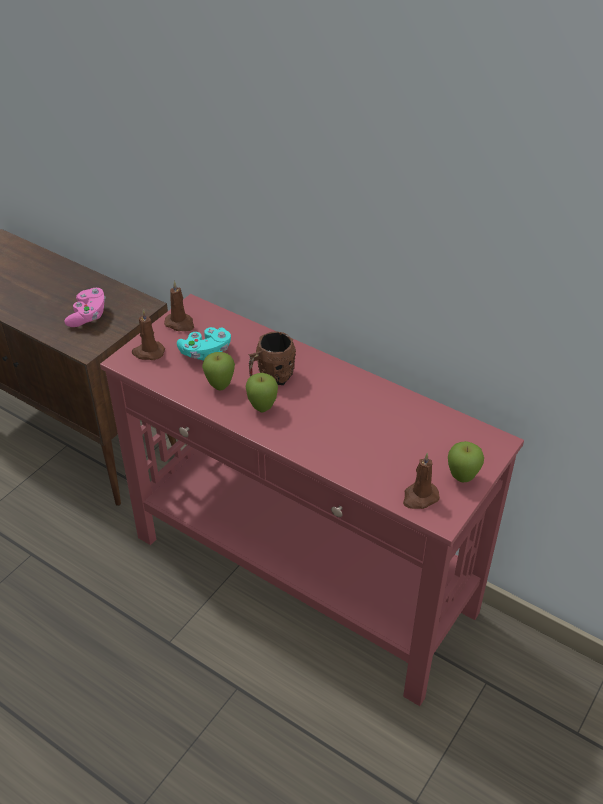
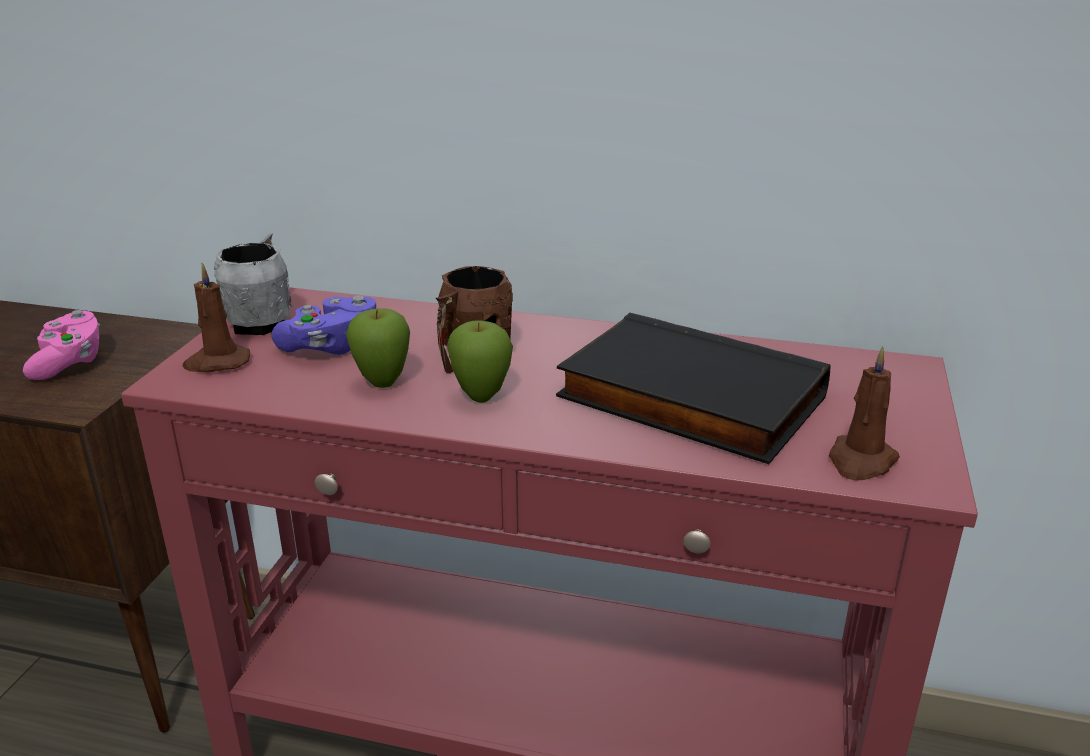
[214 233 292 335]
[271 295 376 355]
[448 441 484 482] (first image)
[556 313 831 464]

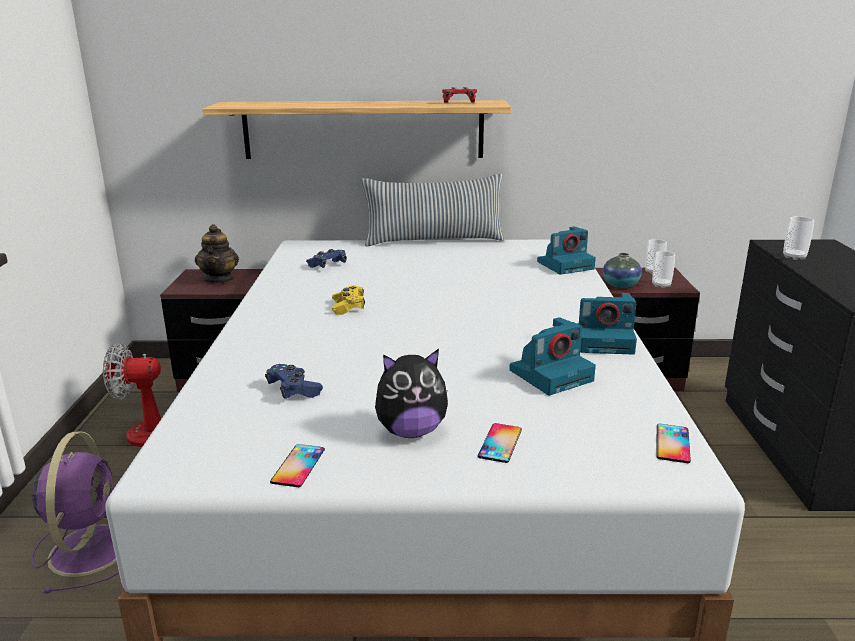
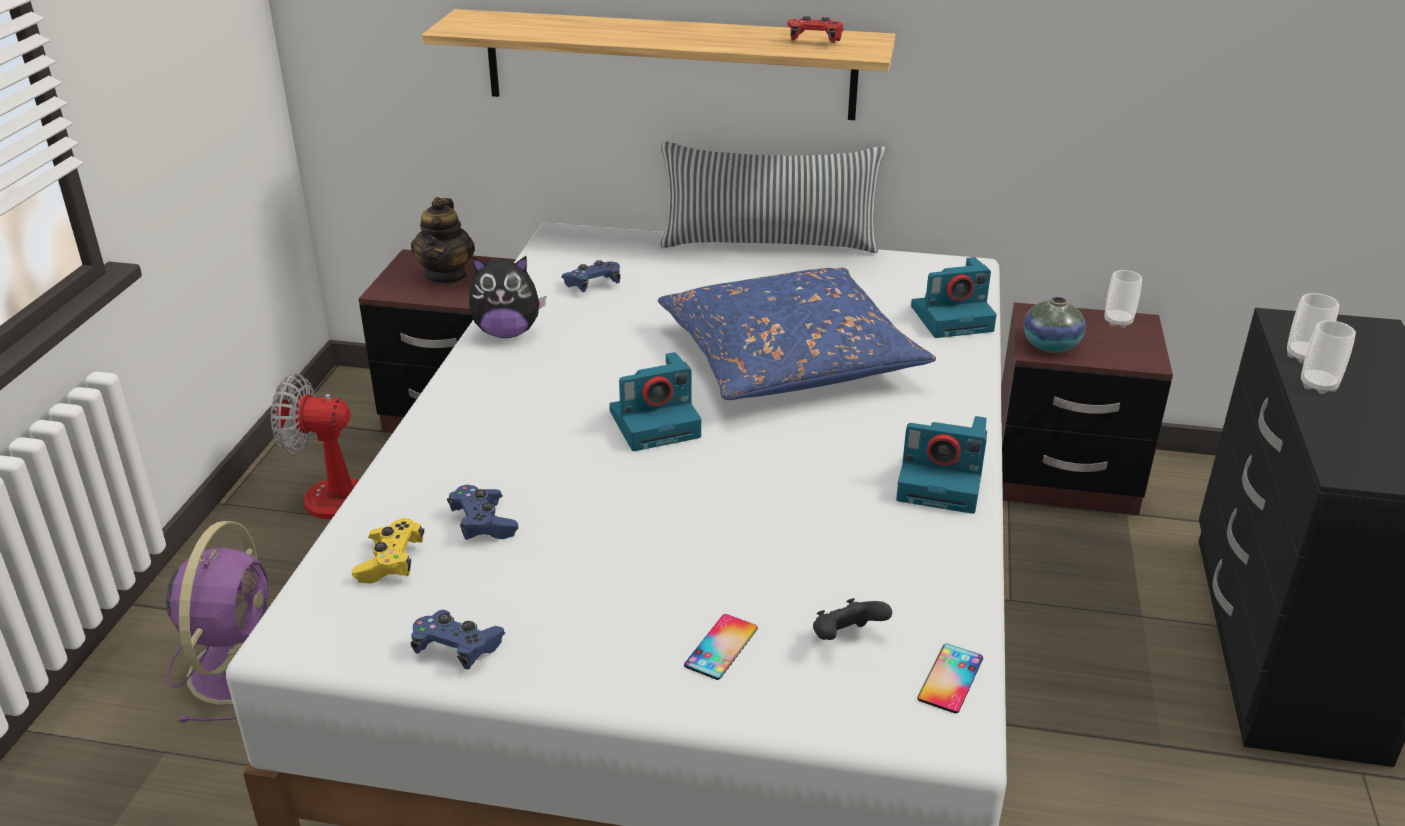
[1301 320 1356 394]
[352 518 424 583]
[609 352 701 451]
[469 256 546 338]
[411 610 505 669]
[658 268 936 400]
[813 598 892 640]

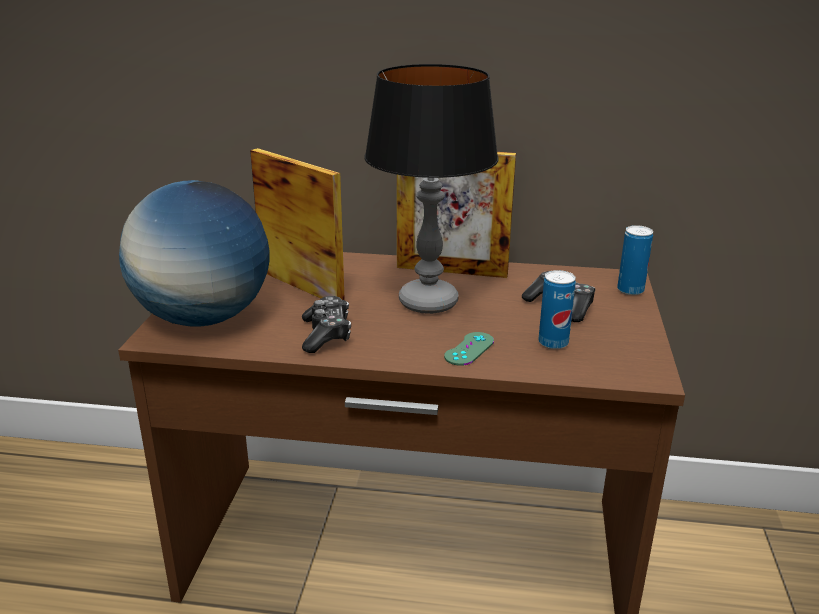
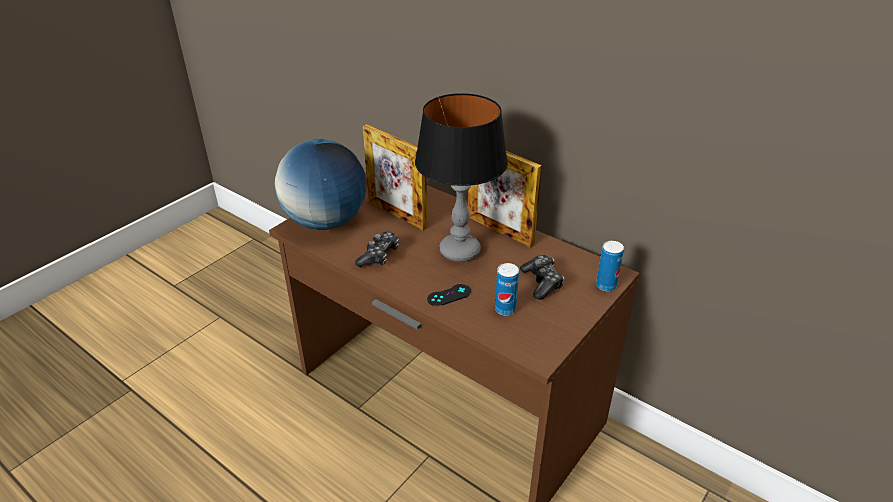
[362 124 427 231]
[427 284 471 306]

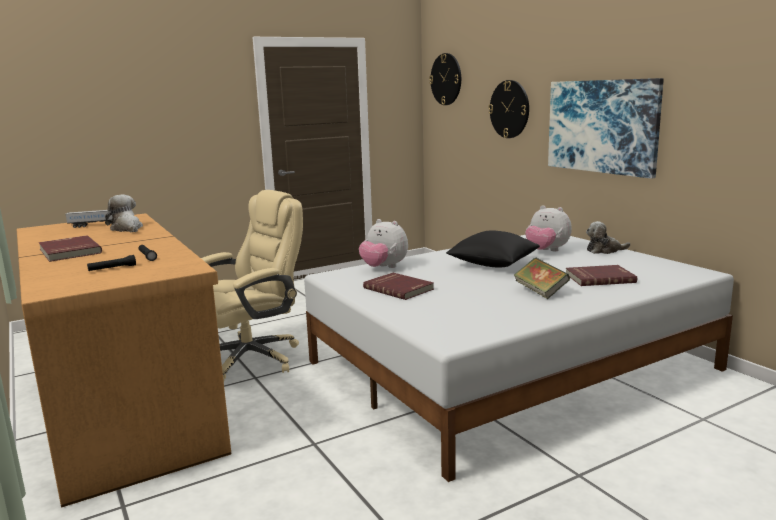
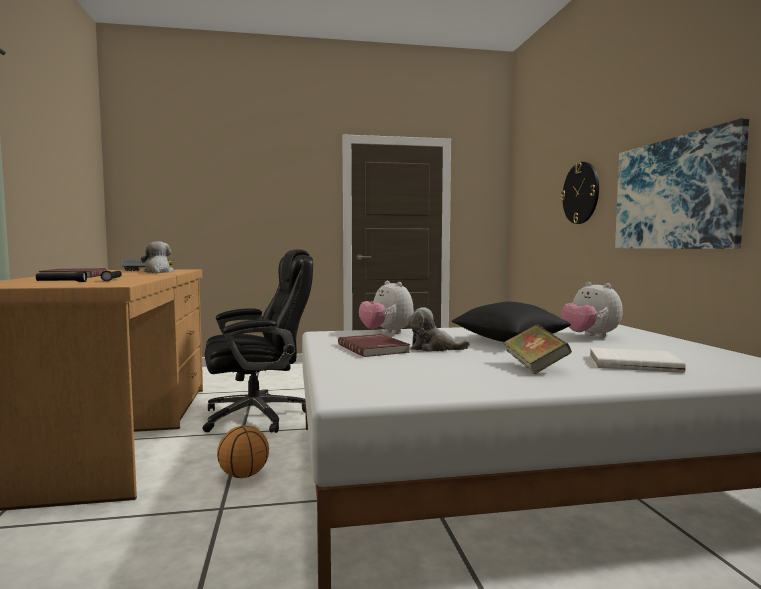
[429 53 461 105] (first image)
[203 249 313 433]
[408 307 470 352]
[590 348 686 373]
[217 426 269 478]

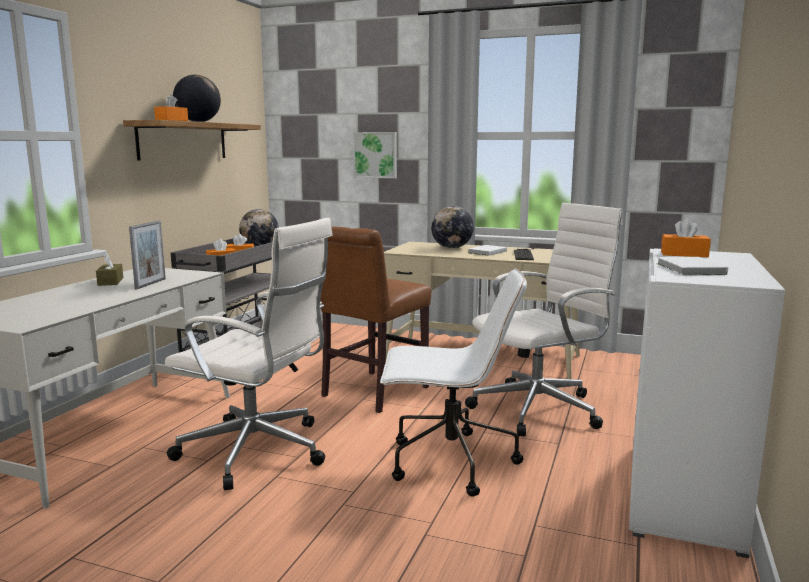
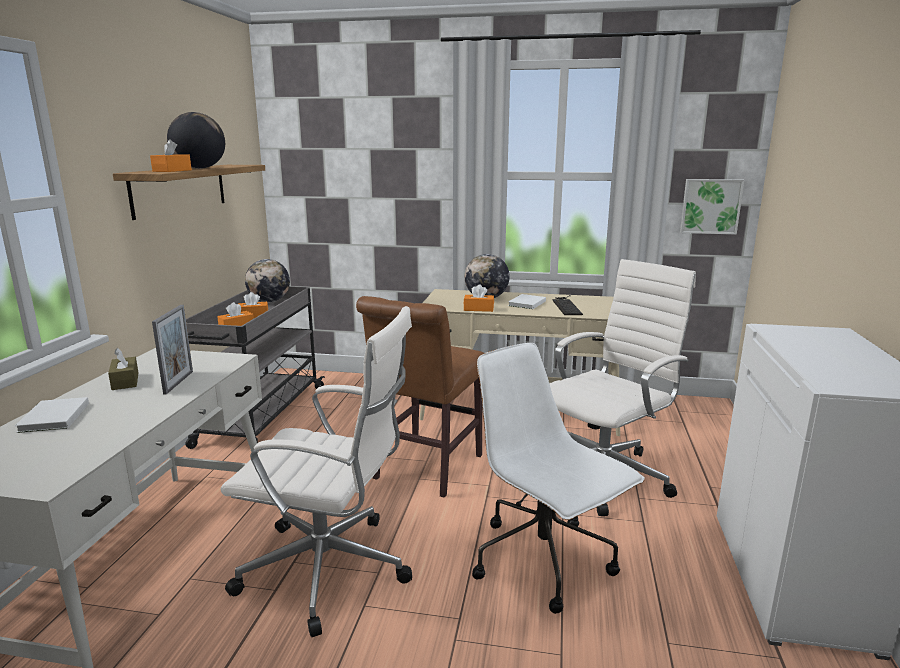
[680 179 744 235]
[464 285 494 312]
[15 397 89 433]
[472 343 645 614]

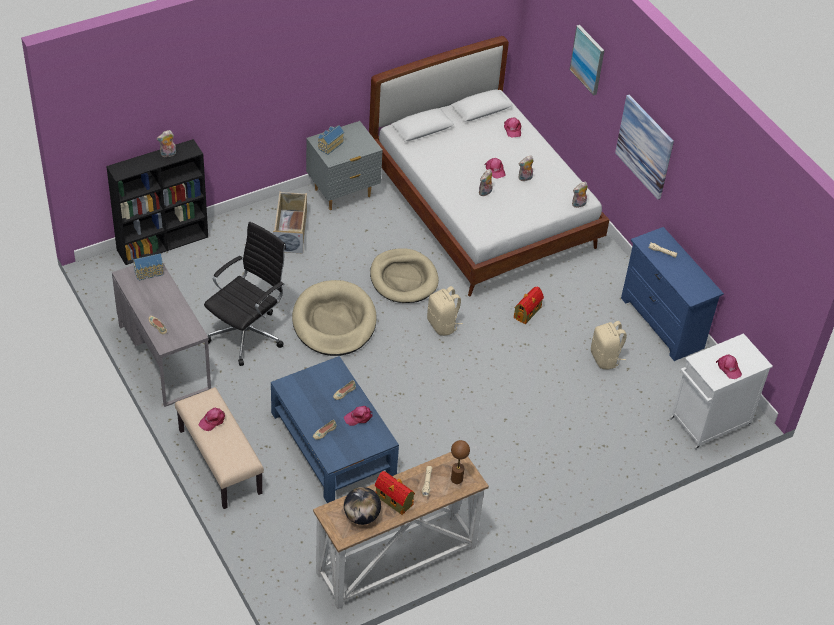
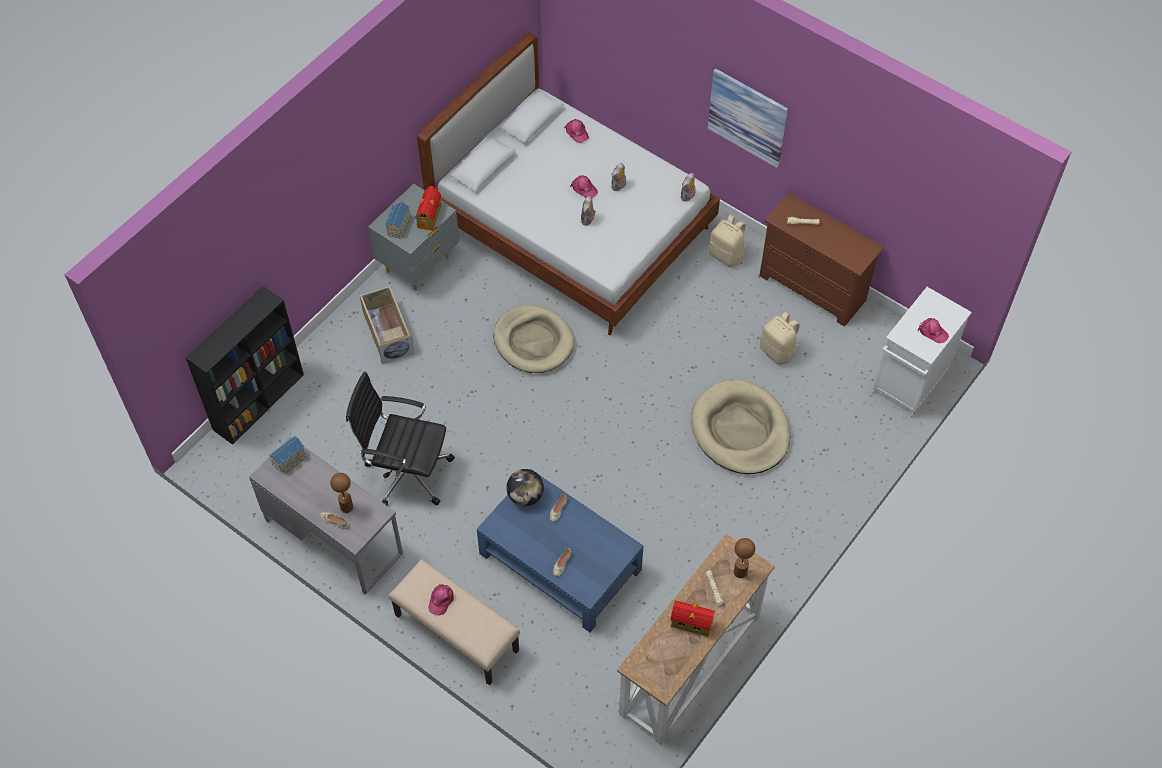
[569 25 605 96] (first image)
[156 130 176 158] (first image)
[346 372 455 506]
[759 193 884 327]
[691 379 790 474]
[709 215 746 267]
[415 186 441 231]
[344 406 373 426] (first image)
[506 469 544 506]
[330 473 353 513]

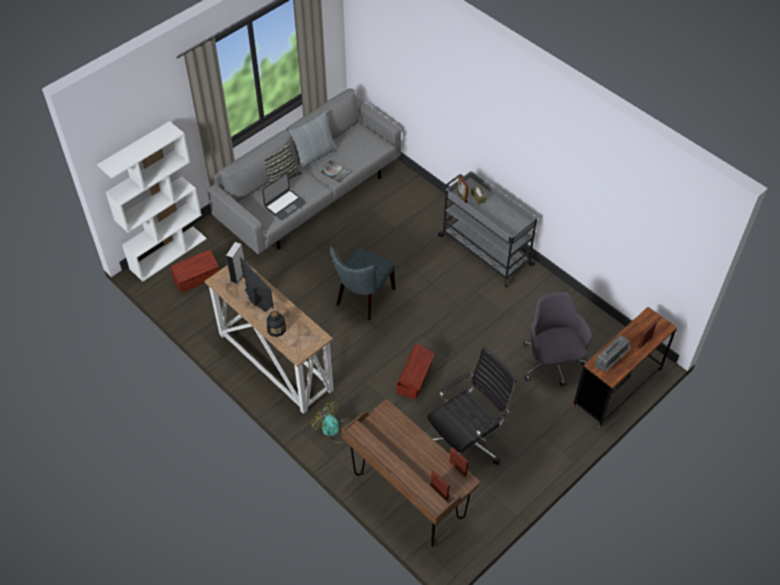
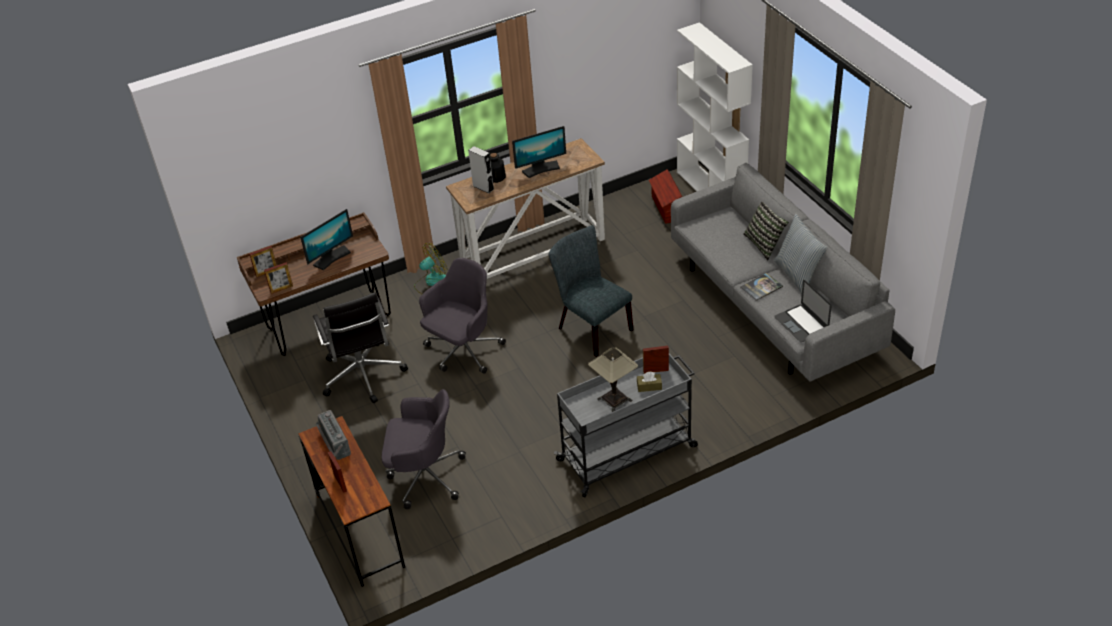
[774 280 832 342]
[468 146 494 193]
[419 258 506 374]
[300 209 353 270]
[588 347 638 412]

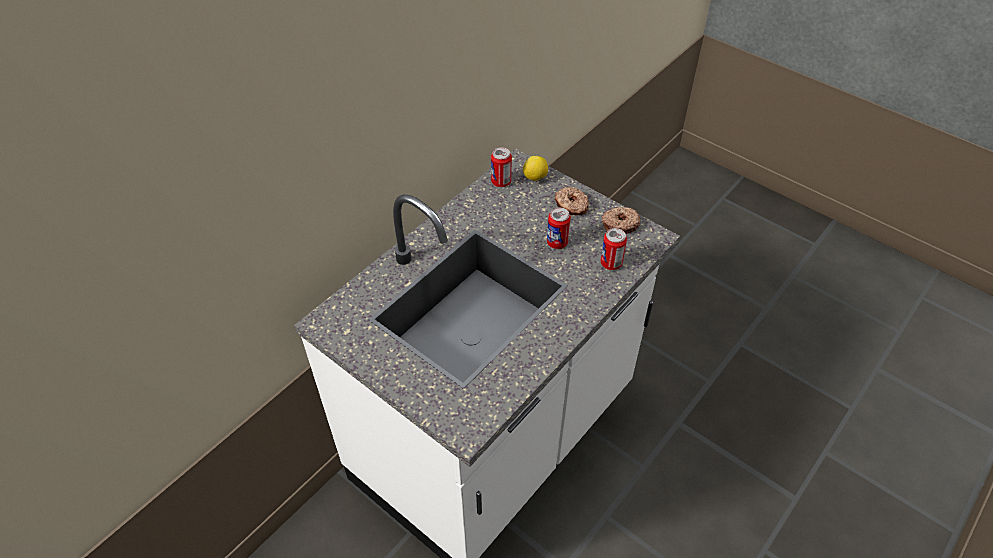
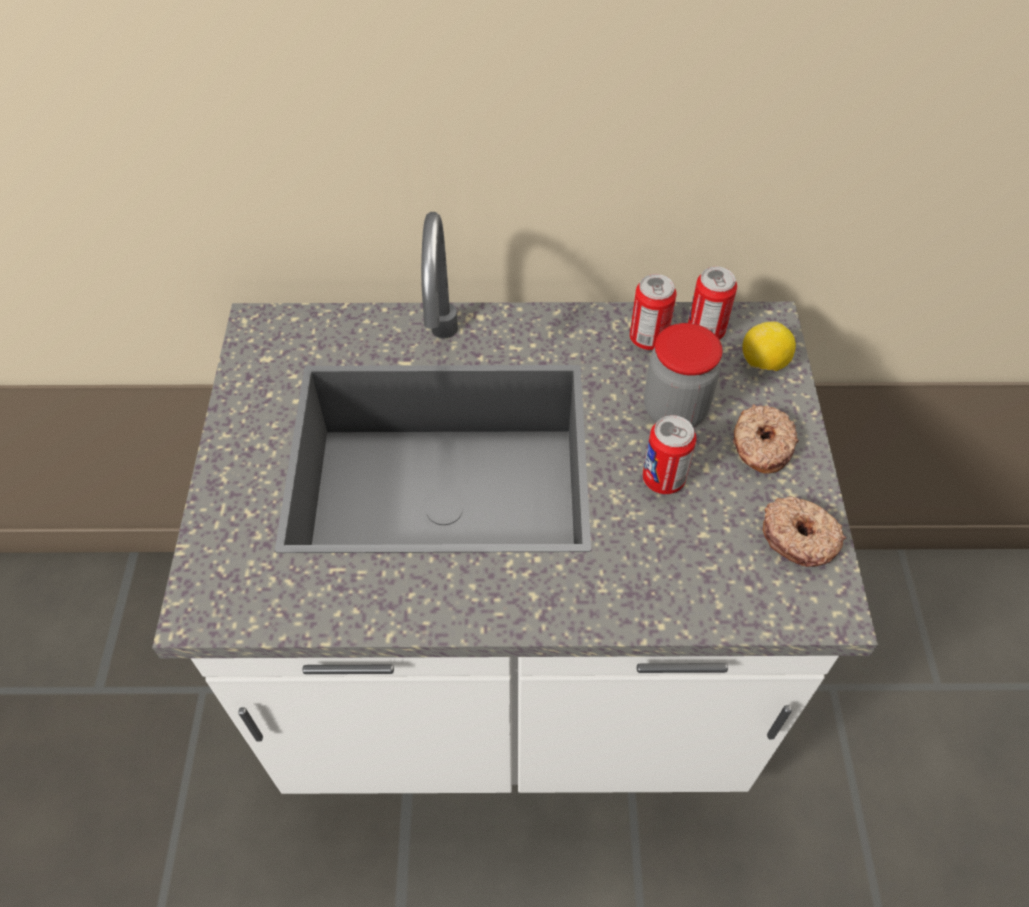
[630 274 677 350]
[644 323 723 427]

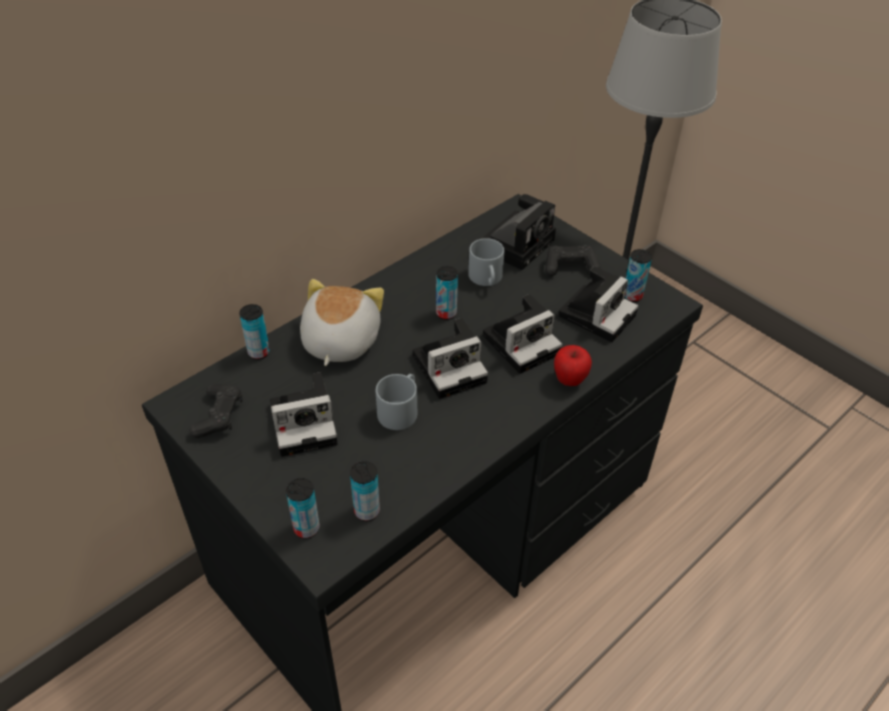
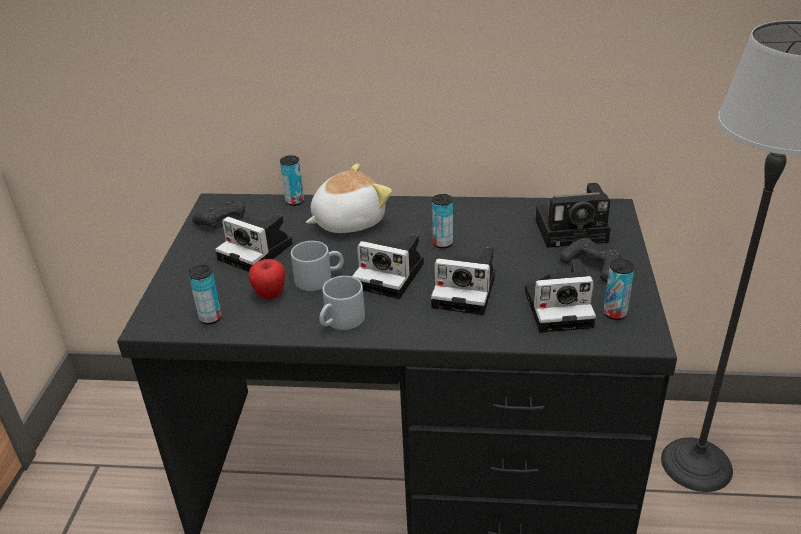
[319 276 365 330]
[248 259 286 299]
[286 478 320 539] (first image)

